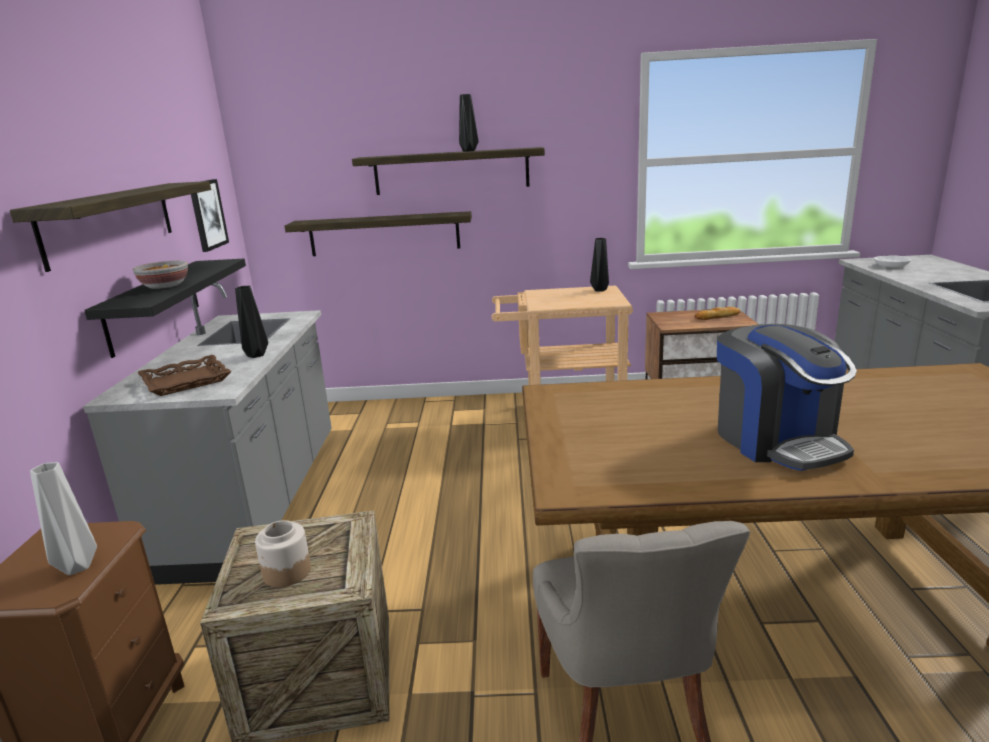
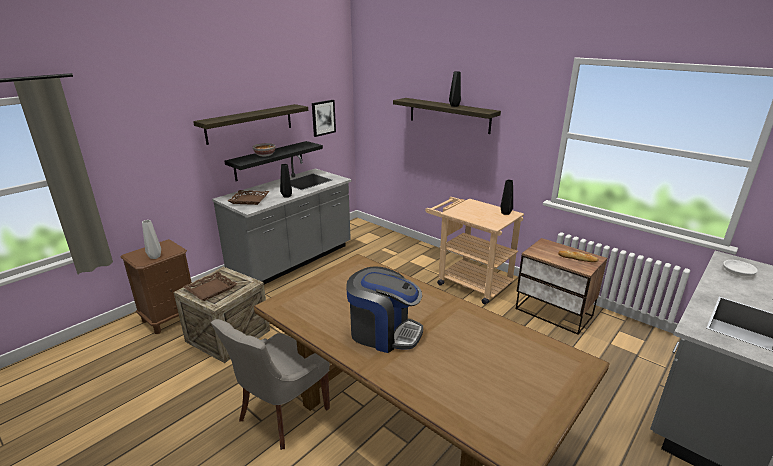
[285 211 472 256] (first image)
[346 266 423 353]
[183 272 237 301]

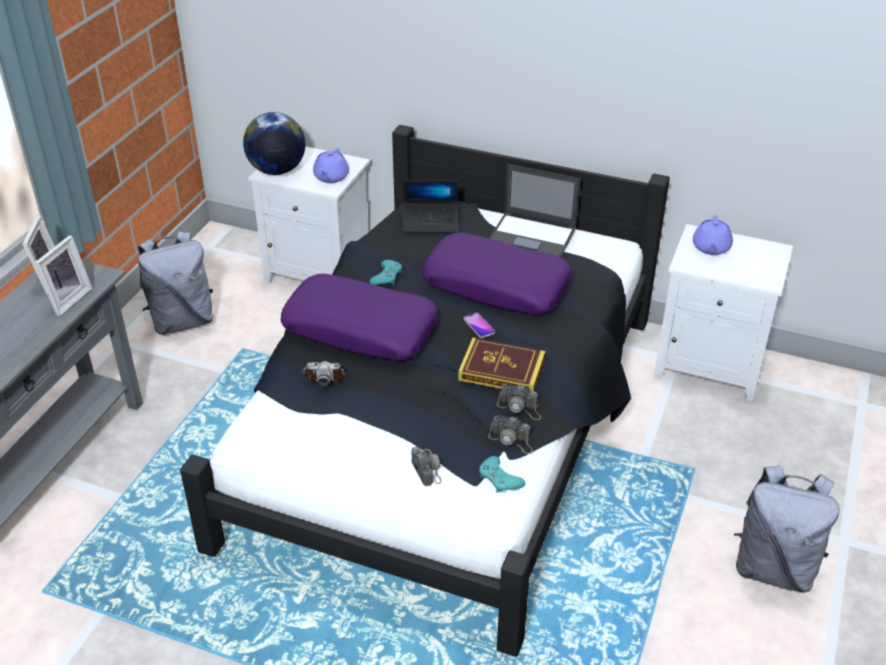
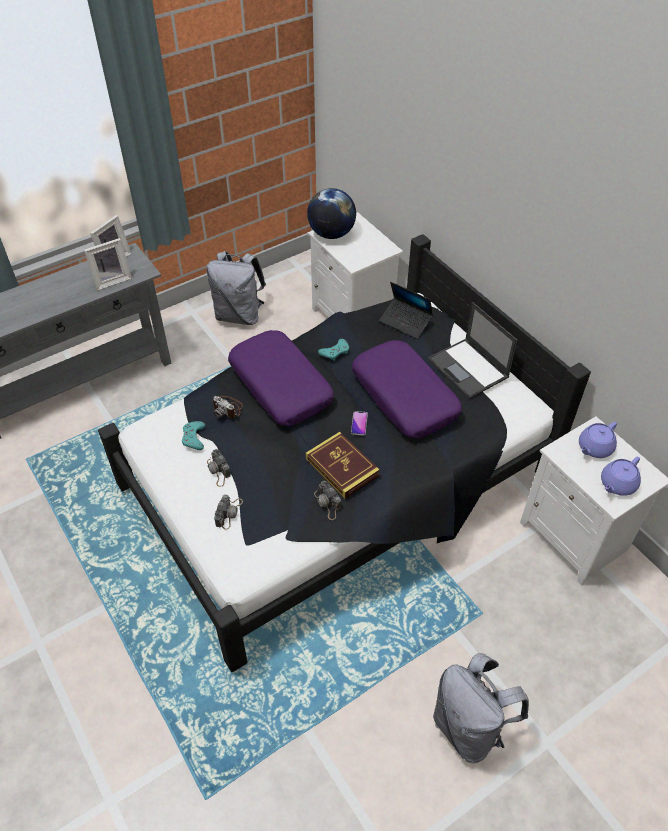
[601 457 641 496]
[207 449 231 487]
[182 421 205 450]

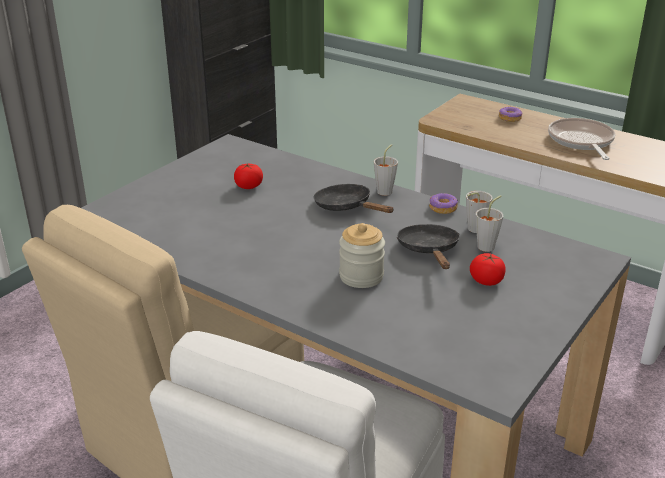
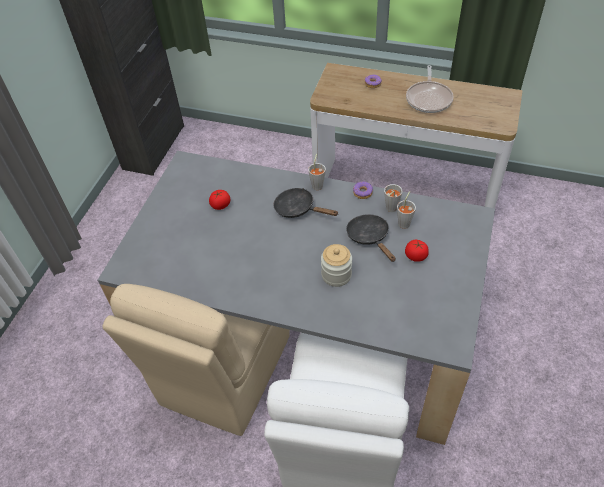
[406 65 454 113]

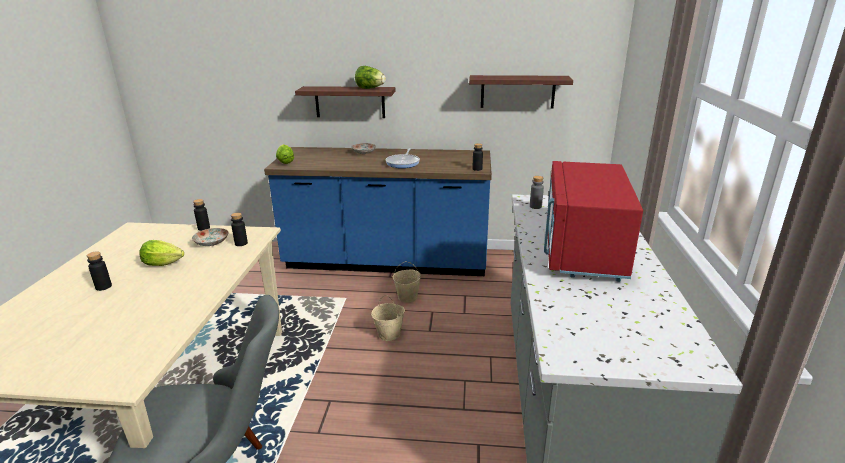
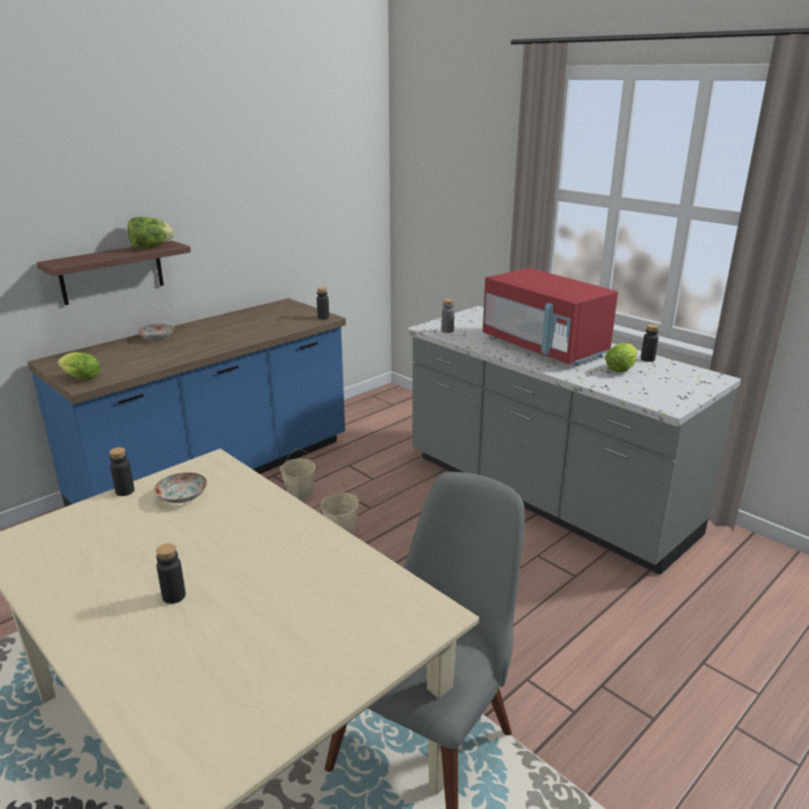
[469 75 573 109] (first image)
[386 148 420 168] (first image)
[641 324 659 362]
[605 343 637 372]

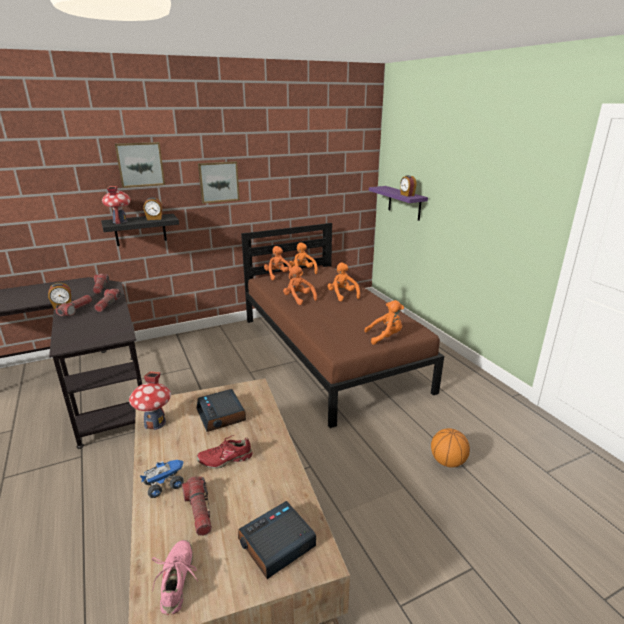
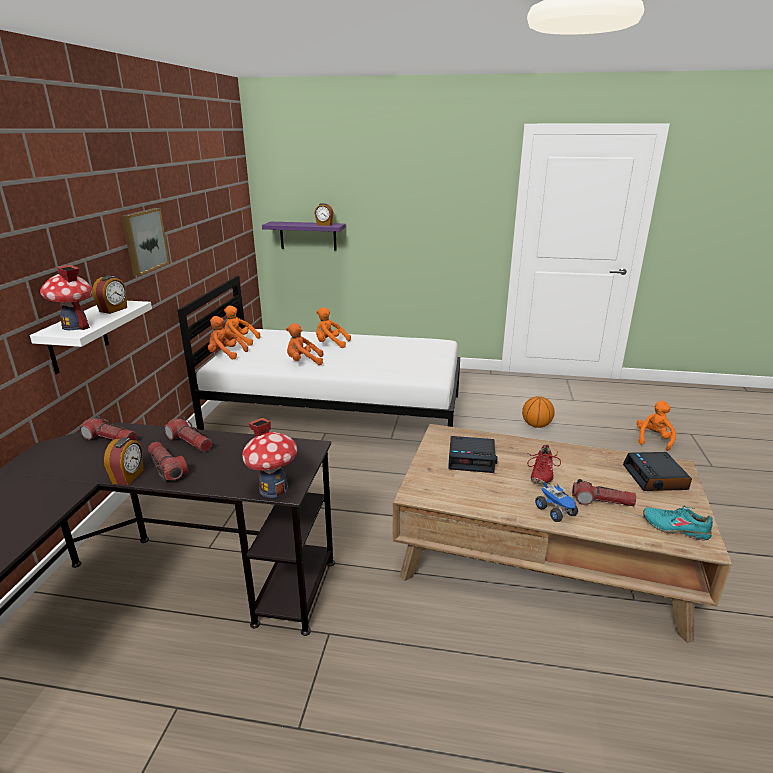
[115 142 165 188] (first image)
[30 301 152 374]
[177 275 460 430]
[637 400 676 451]
[242 418 297 498]
[535 481 578 522]
[643 506 713 540]

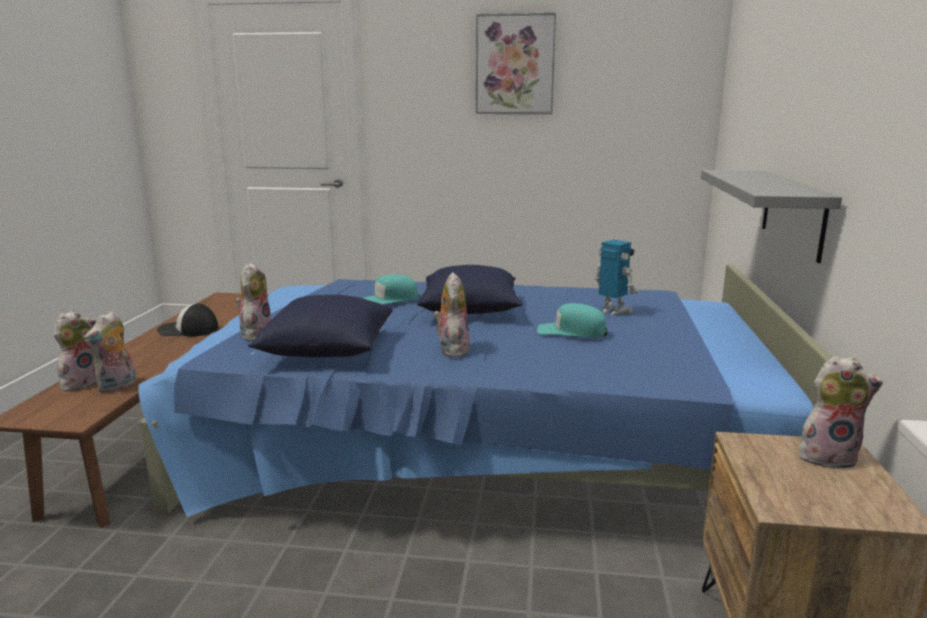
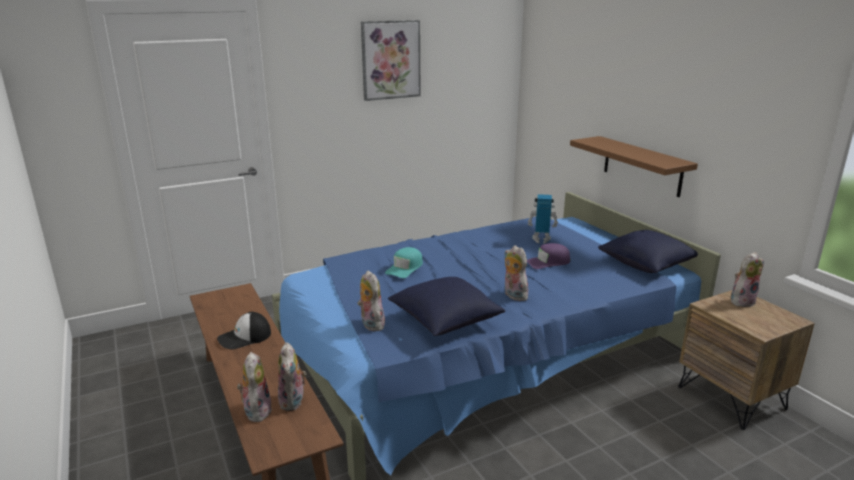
[570 136 698 197]
[598 230 698 273]
[527 243 571 269]

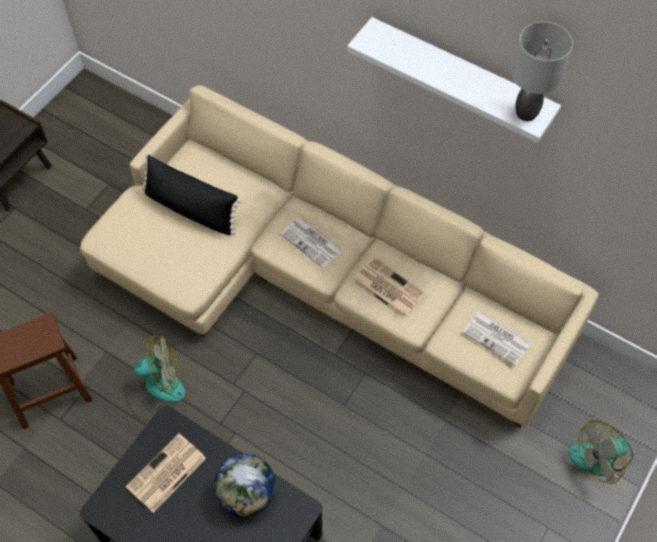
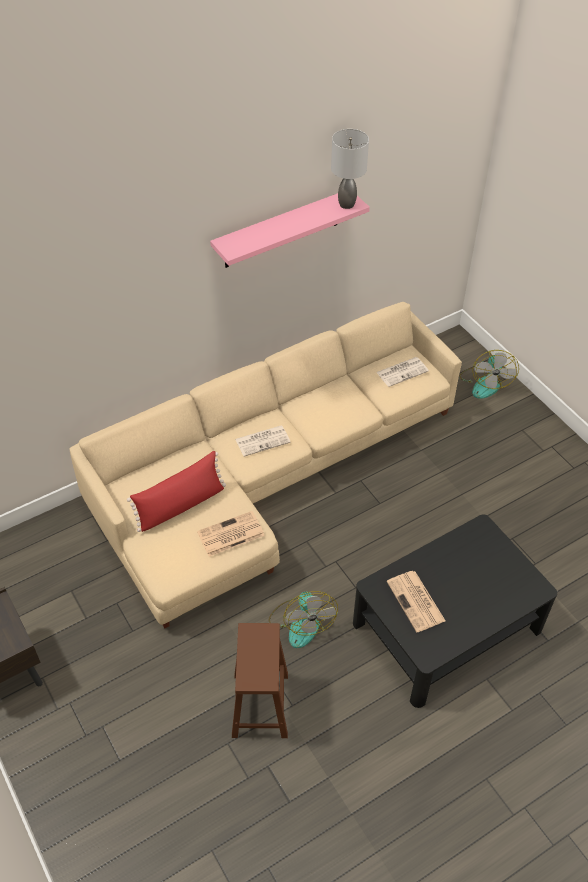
[210 193 370 268]
[127 451 226 532]
[197 511 265 557]
[269 591 338 648]
[214 454 276 517] (first image)

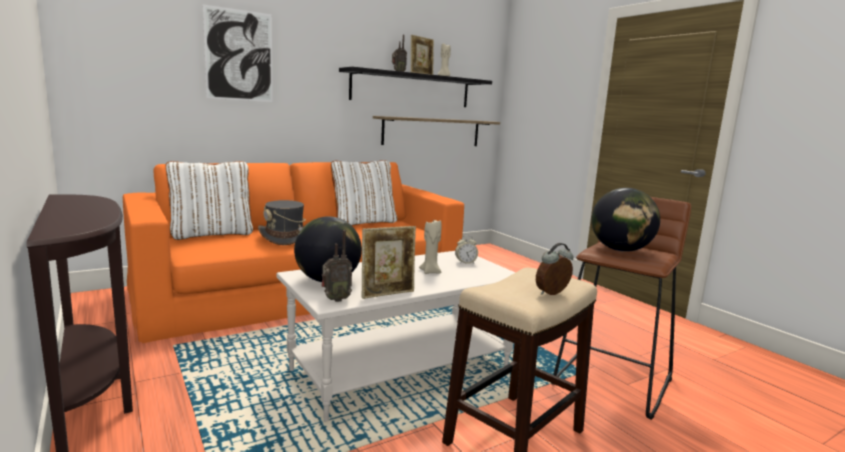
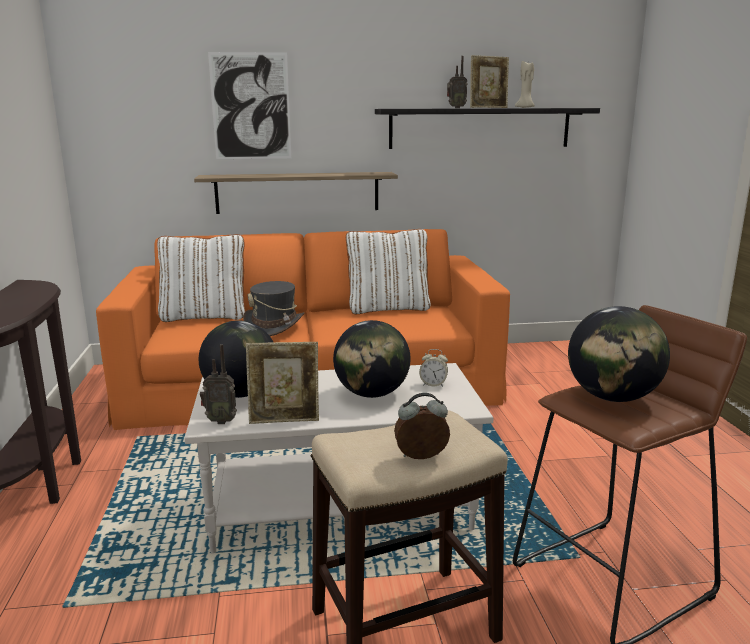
[194 172 398 214]
[333 320 410 398]

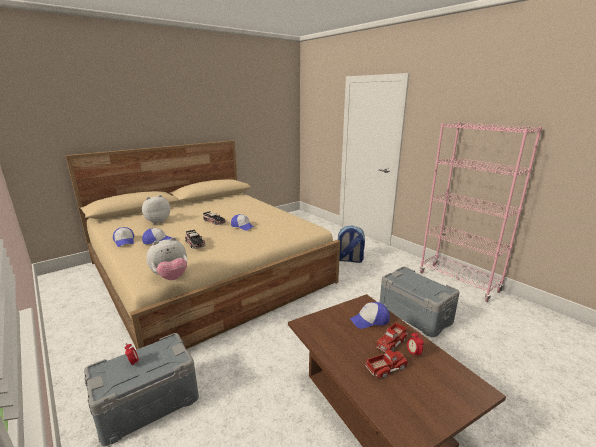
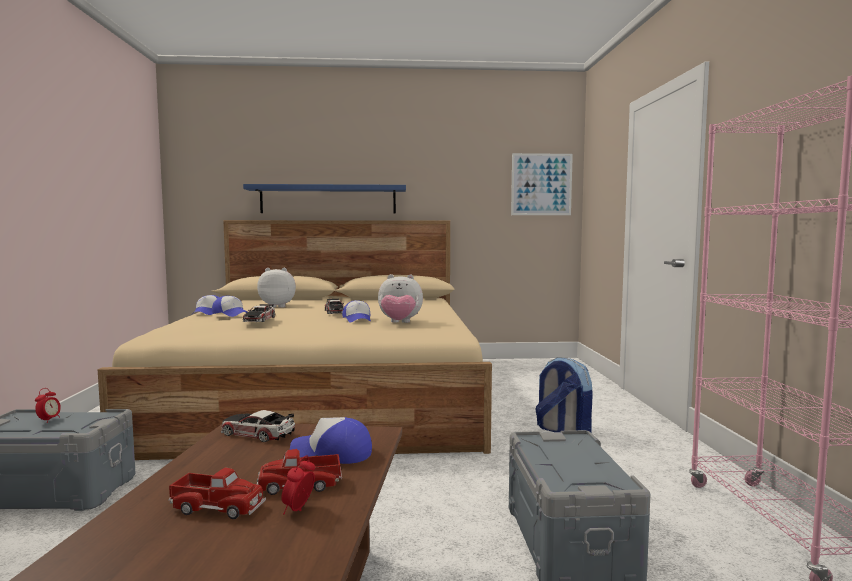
[378 274 423 323]
[511 153 573 215]
[243 184 406 214]
[221 410 295 442]

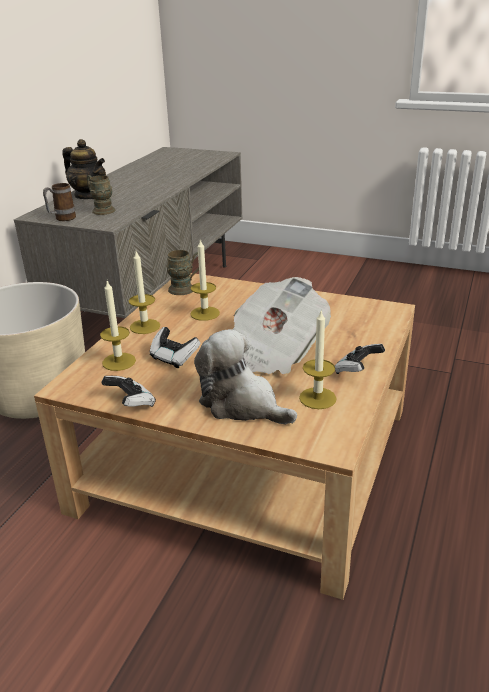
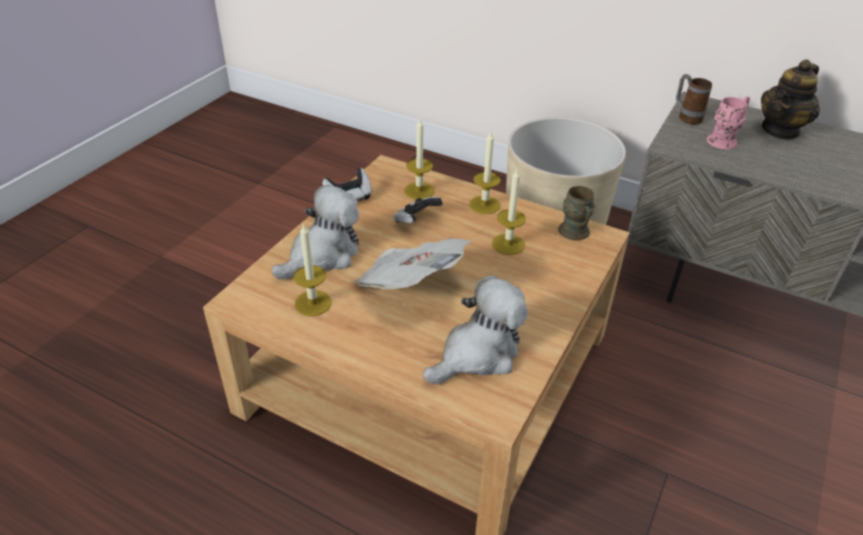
[707 96 750 149]
[335 344 385 374] (first image)
[423 275 528 384]

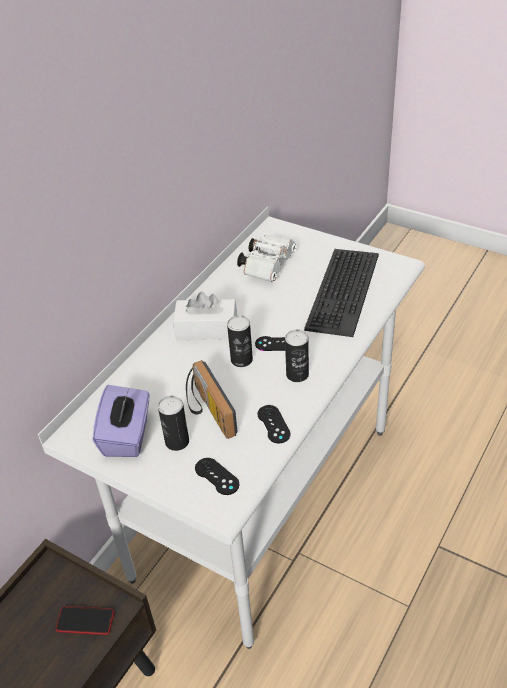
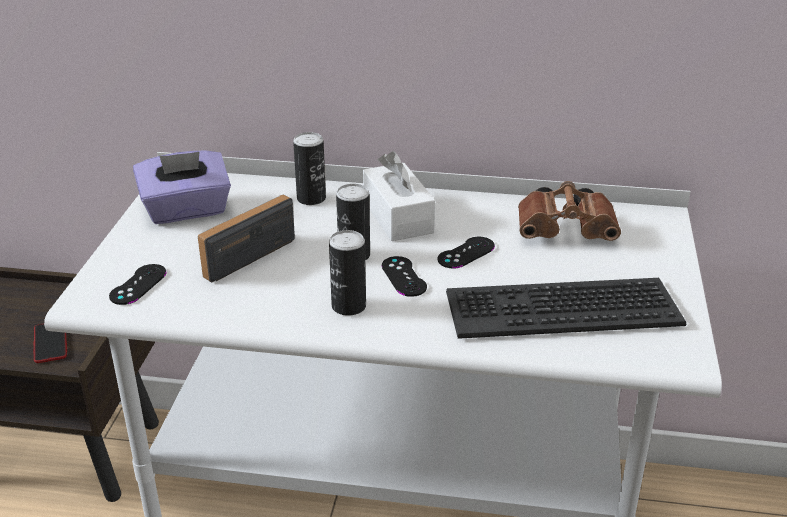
[518 181 621 241]
[293 132 326 205]
[437 237 495 269]

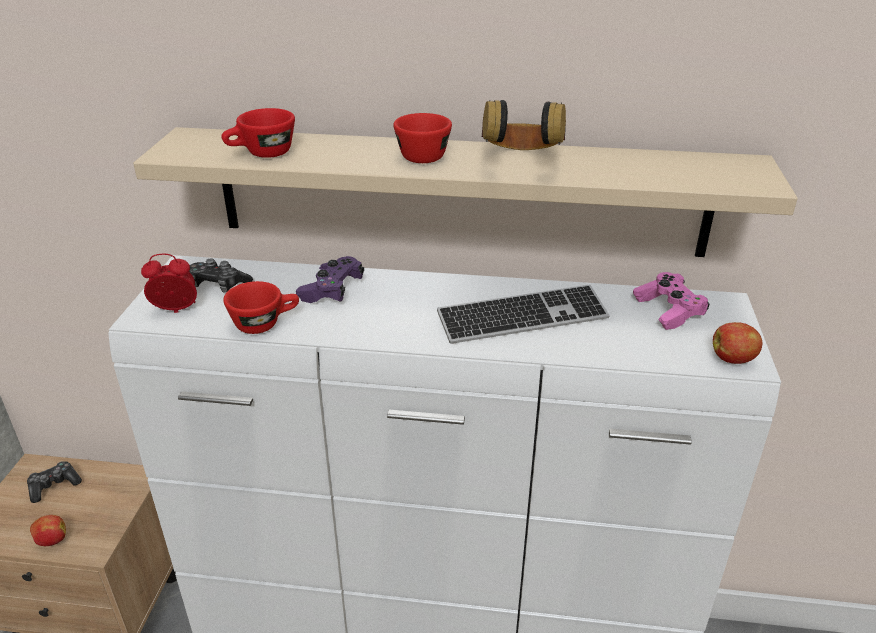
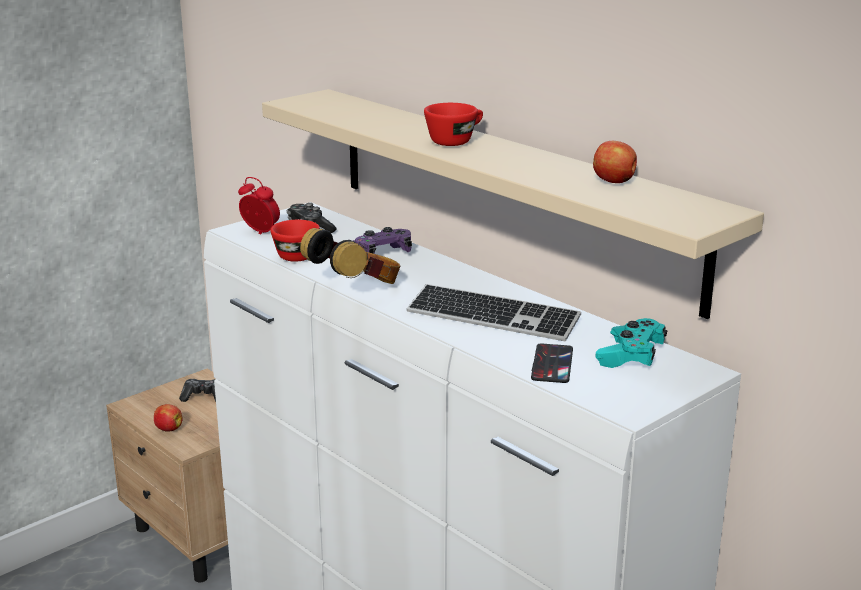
[300 228 400 284]
[221 108 295 158] (first image)
[595 318 668 368]
[593 141 637 183]
[531 344 573 383]

